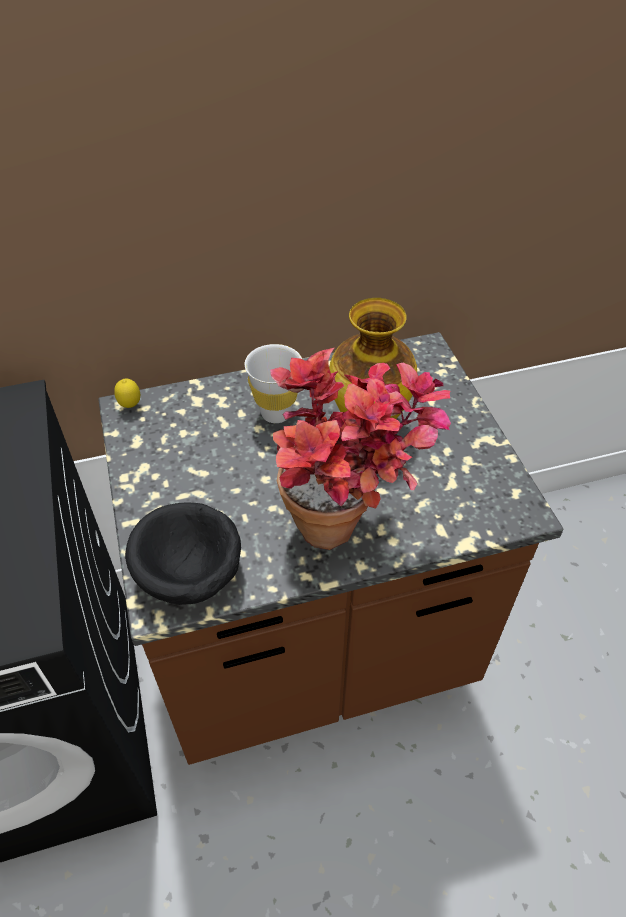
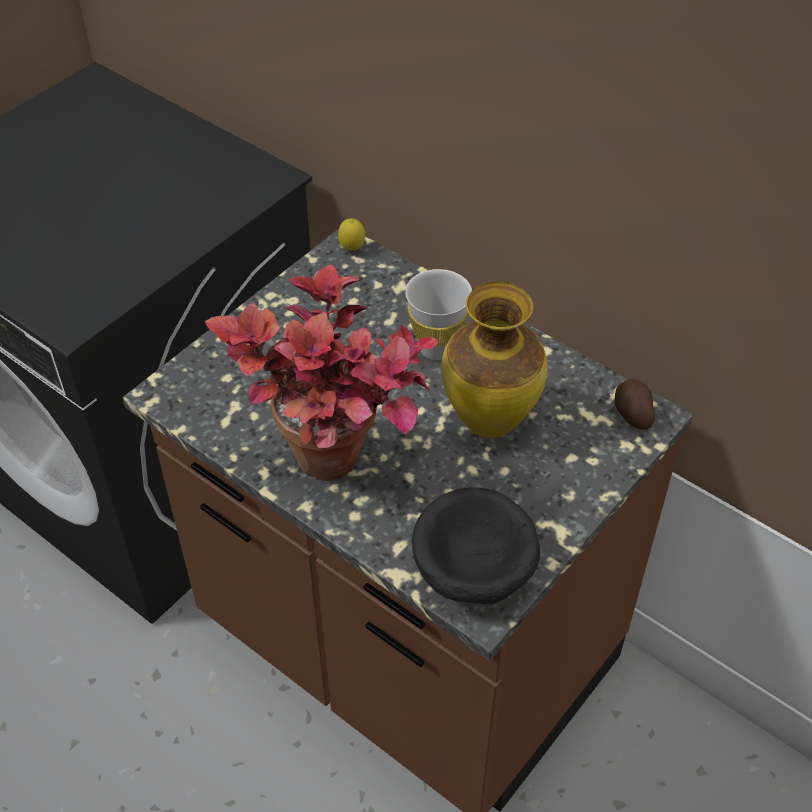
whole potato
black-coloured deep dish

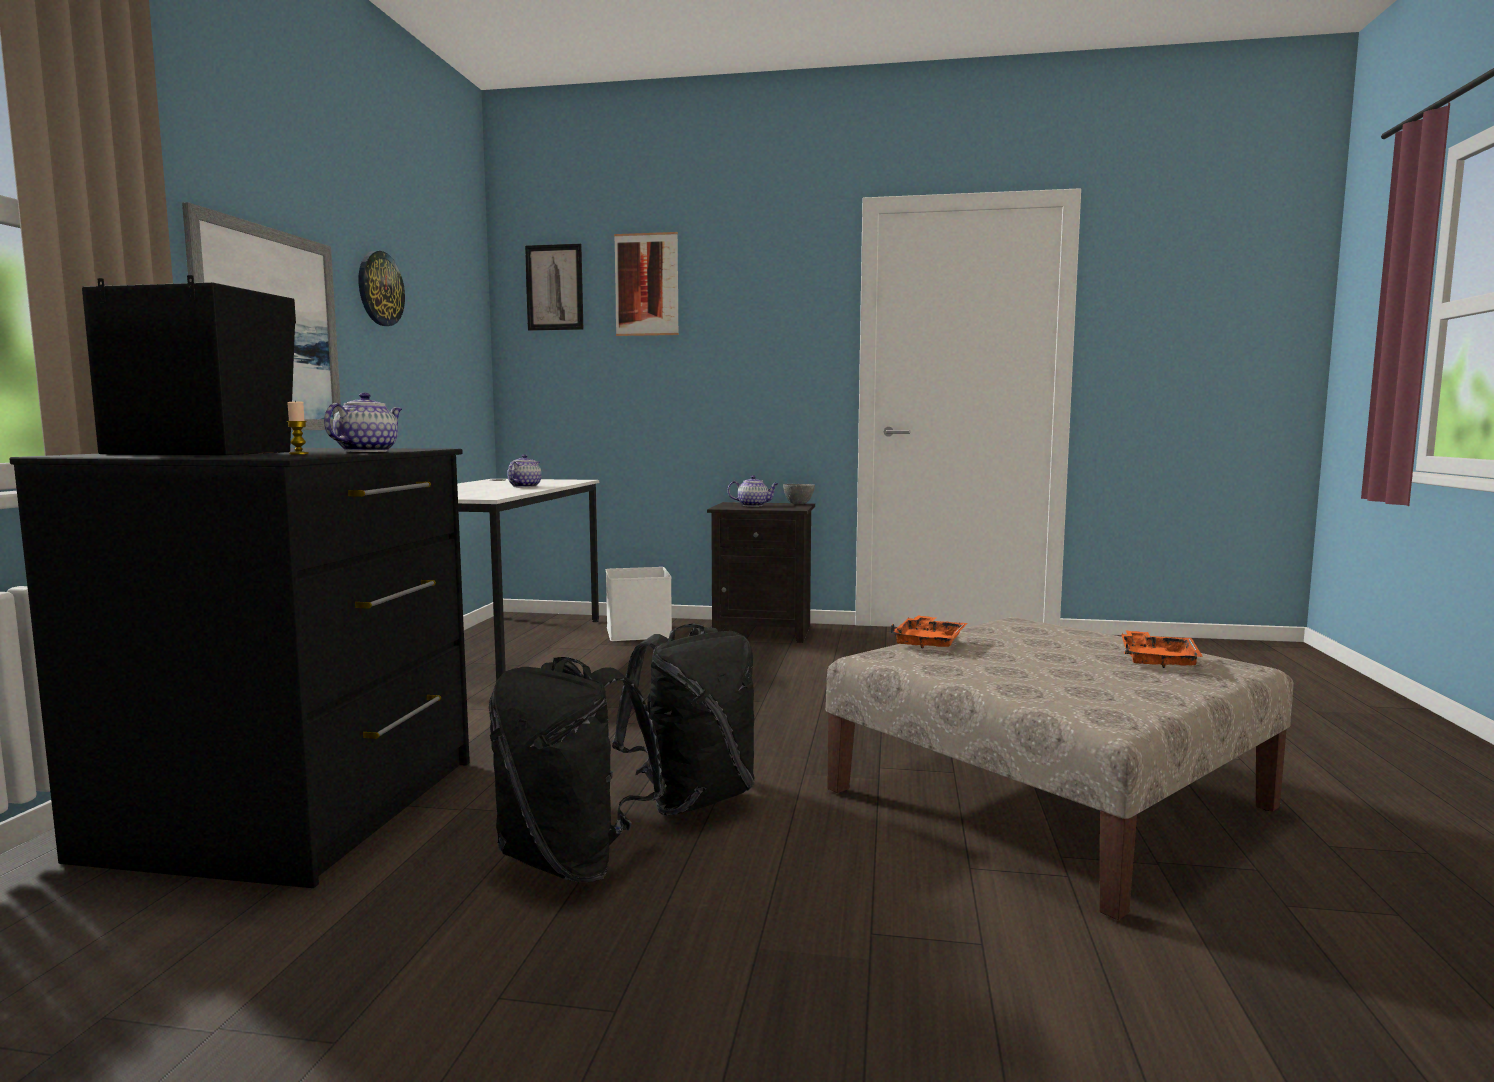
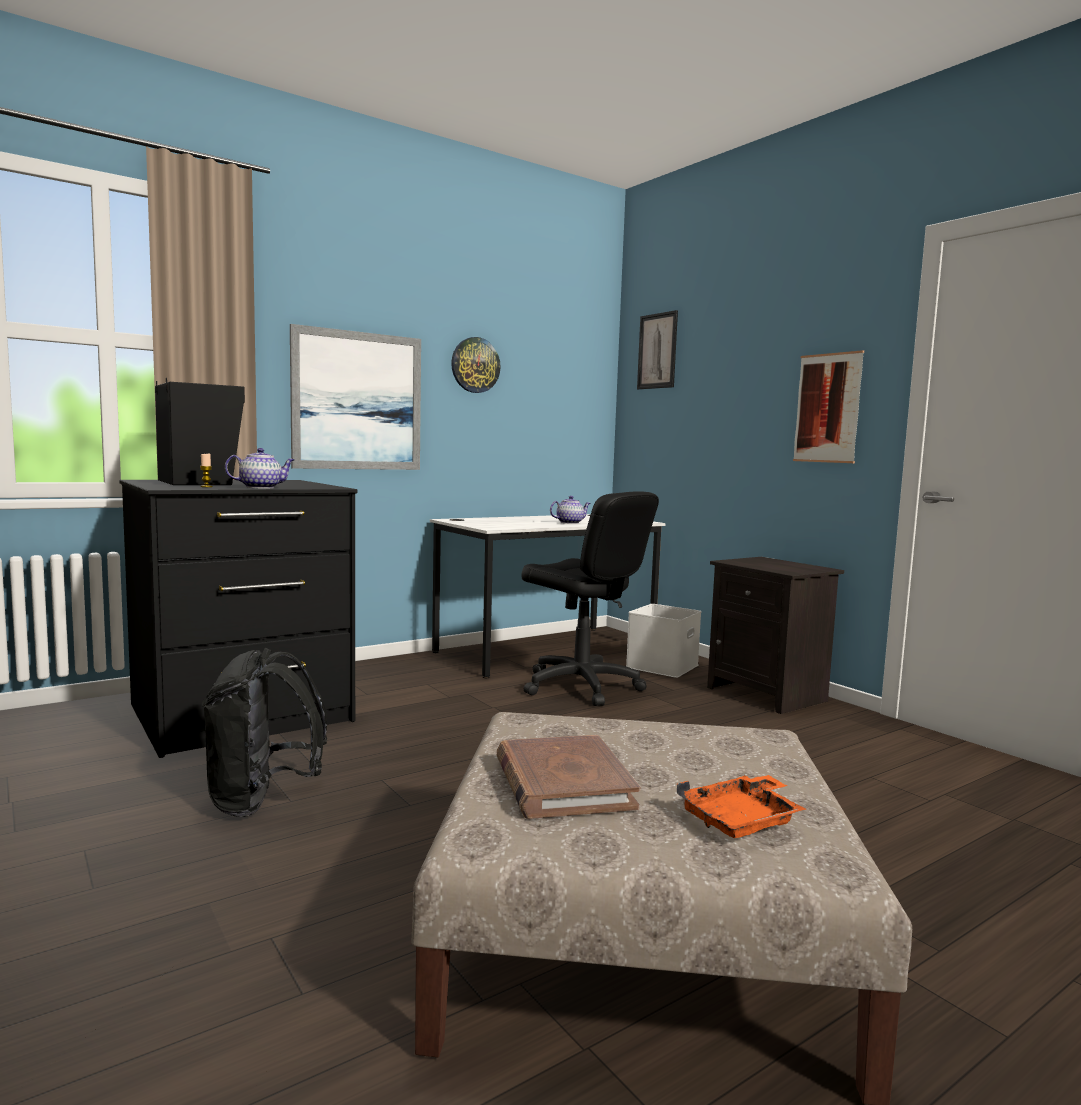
black-coloured rucksack (no. 2 from left in the first image)
teapot (no. 3 from left in the first image)
grey deep dish
orange serving tray (no. 1 from left in the first image)
brown bound book
black-coloured office chair
picture (no. 3 from left)

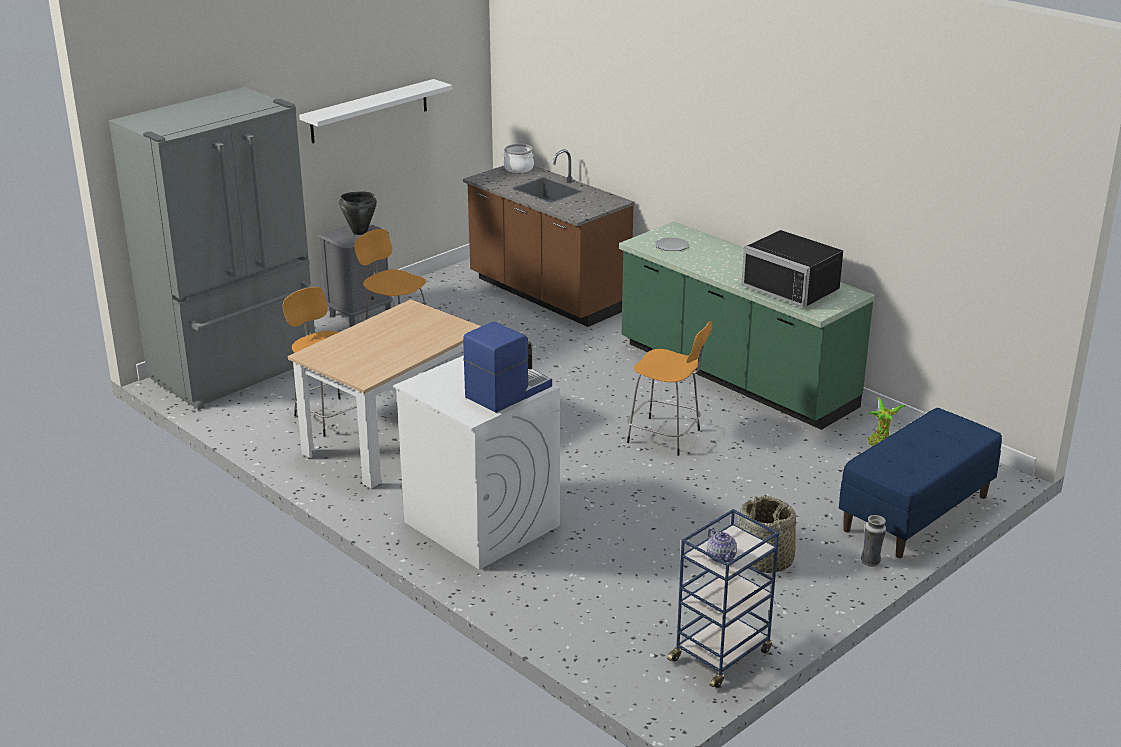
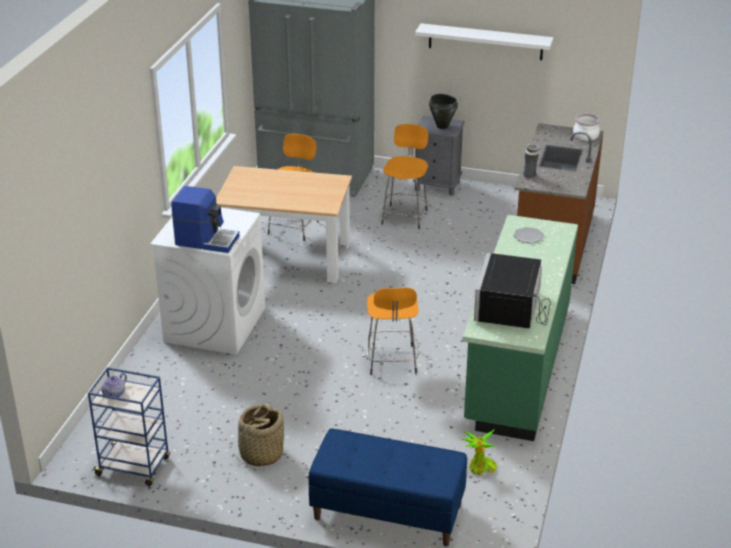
vase

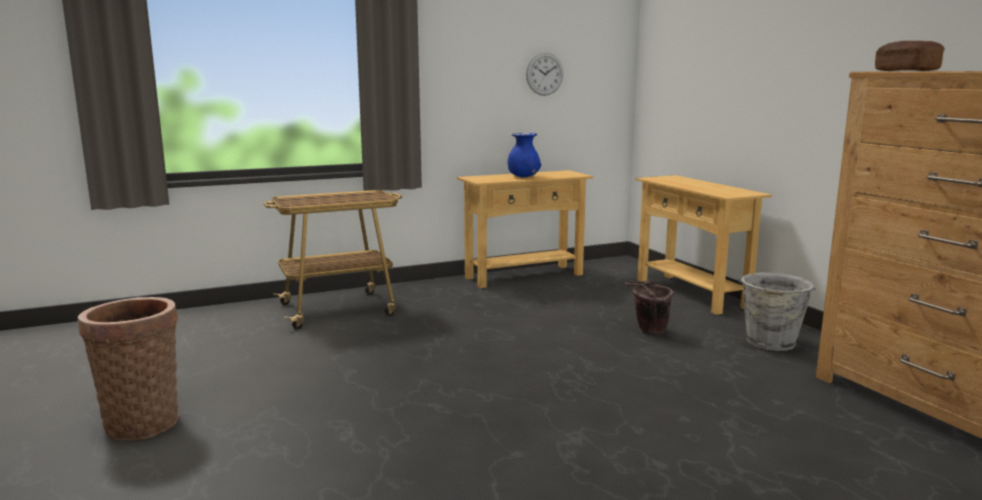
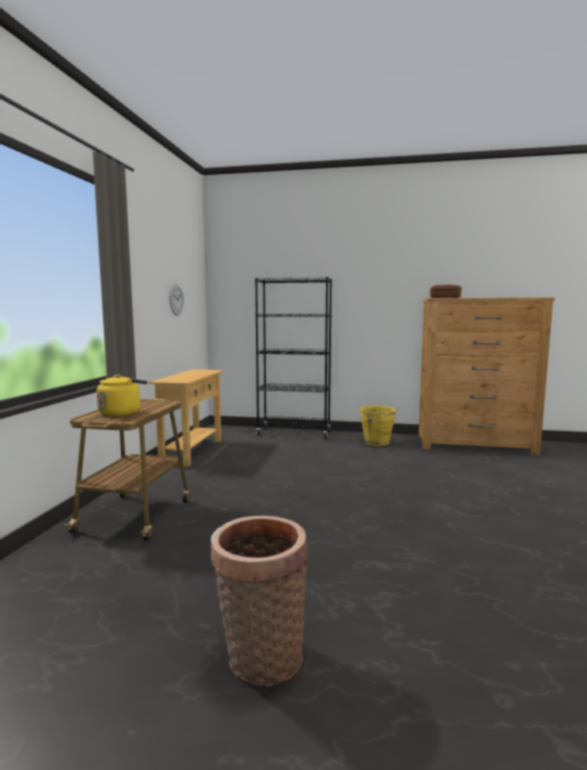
blue vase
brown pail
yellow-coloured kettle
black-coloured shelving unit
yellow-coloured pail

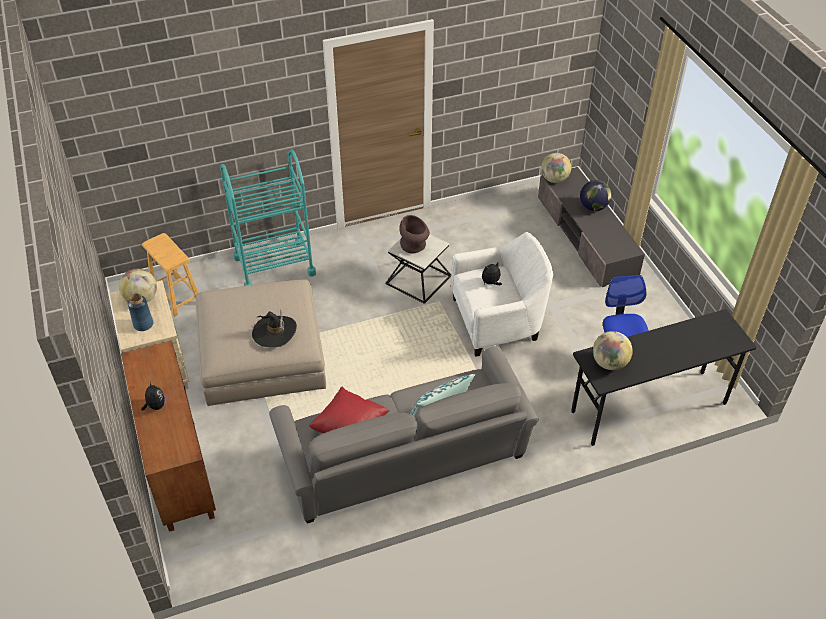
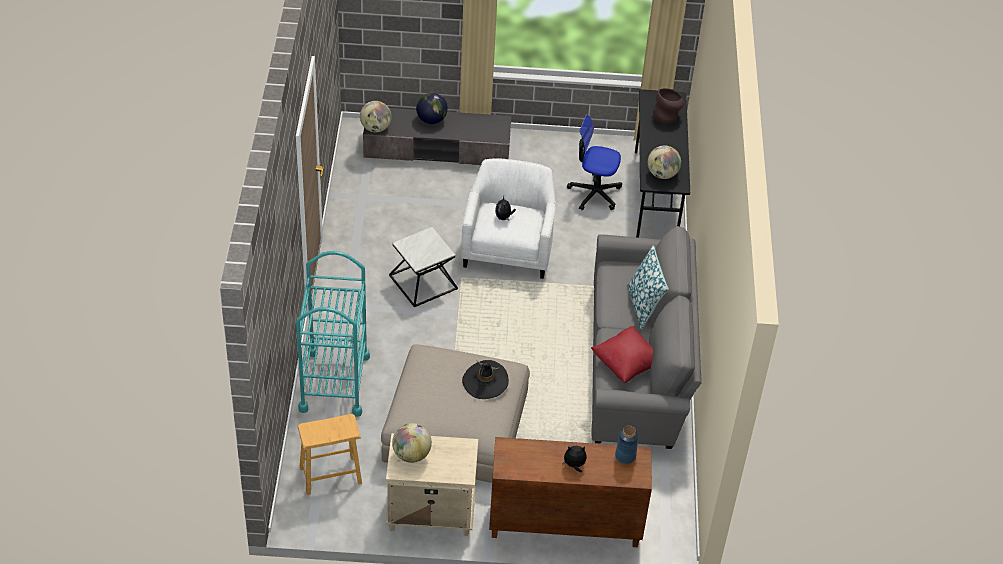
blue vase
brown vase

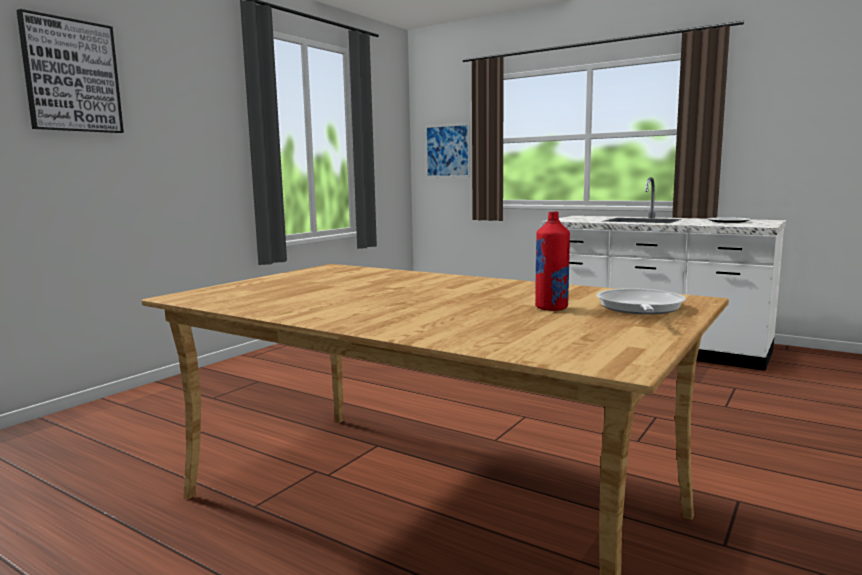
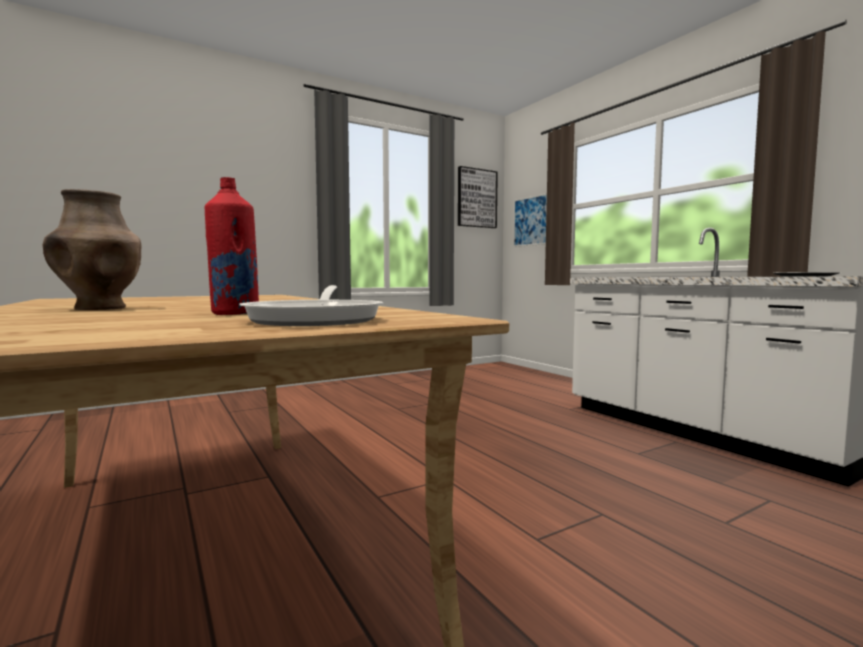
brown vase
picture (no. 1 from left)
pan

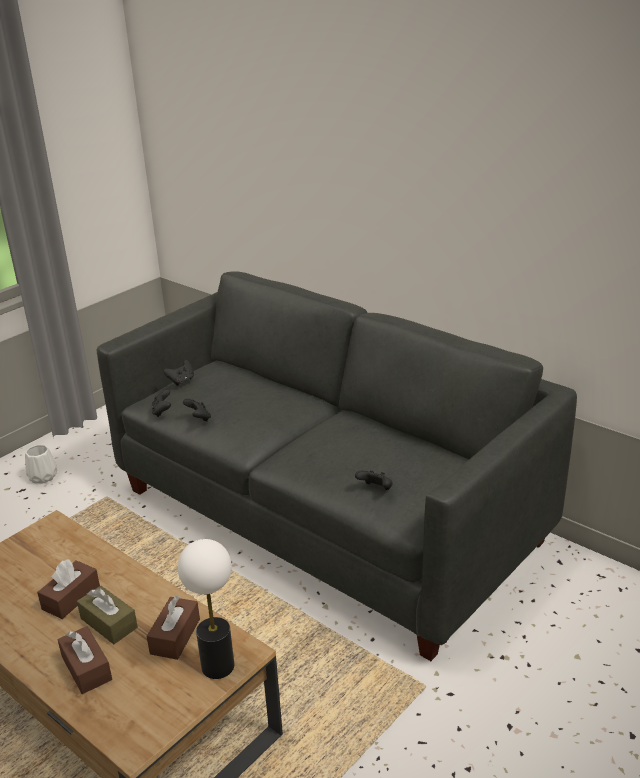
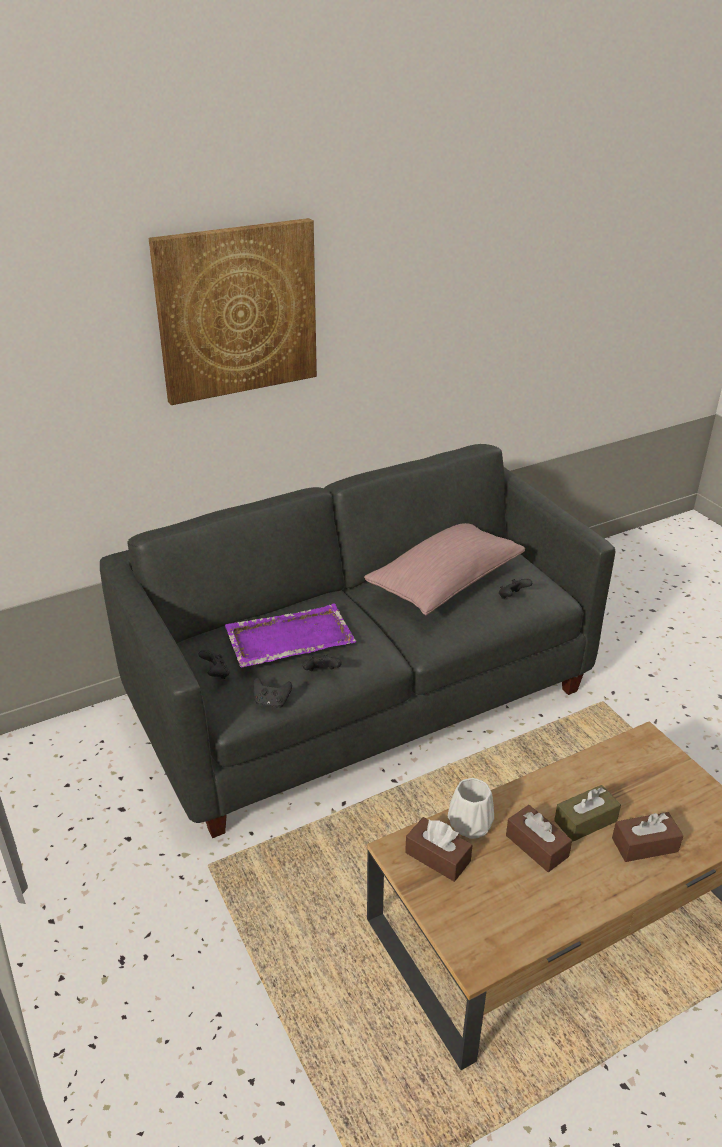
tabletop lamp
picture
purple-coloured serving tray
pink-coloured throw pillow
white vase
brown box of tissues (no. 1 from left)

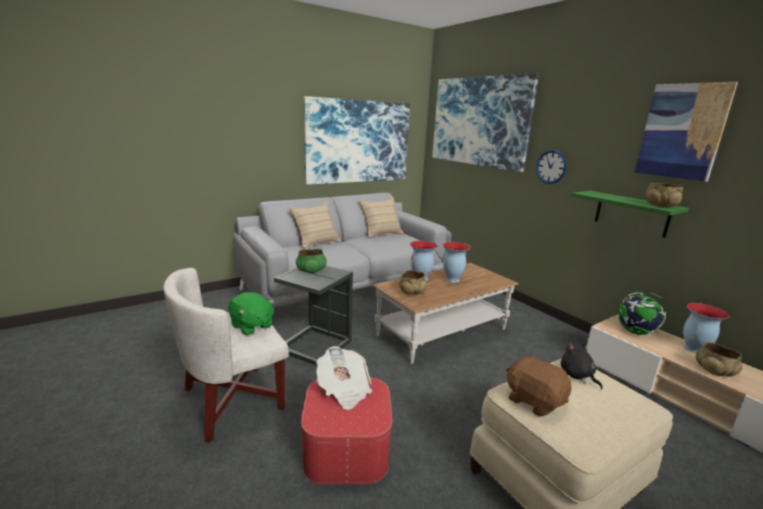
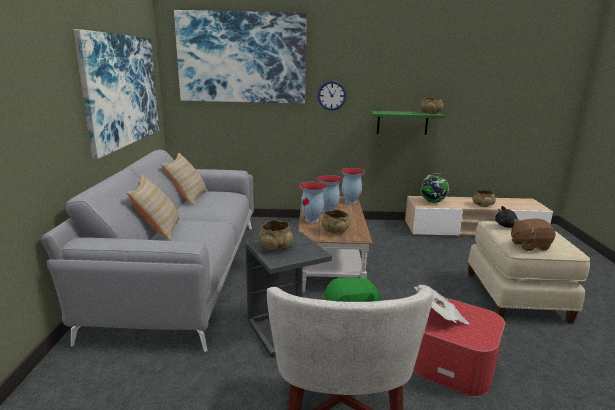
picture (no. 3 from left in the first image)
vase (no. 3 from left)
sand-coloured deep dish (no. 1 from left)

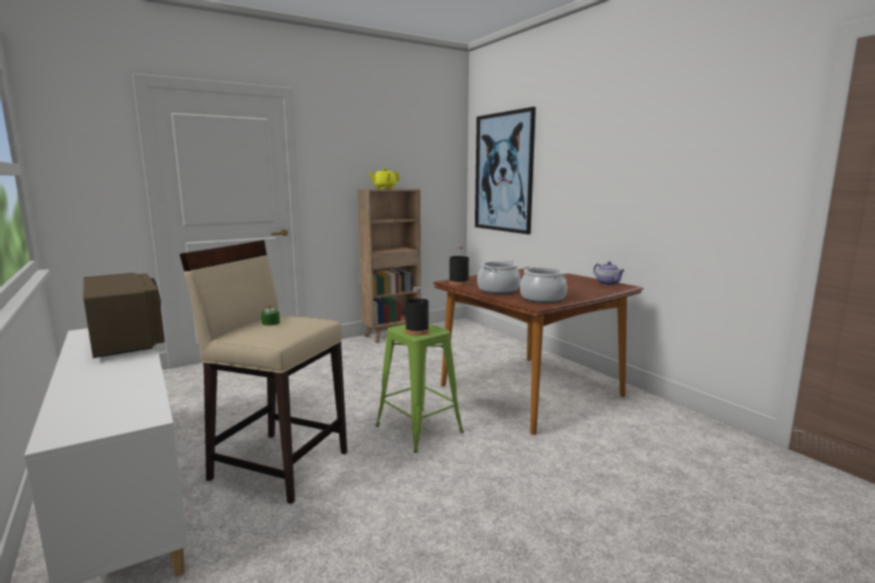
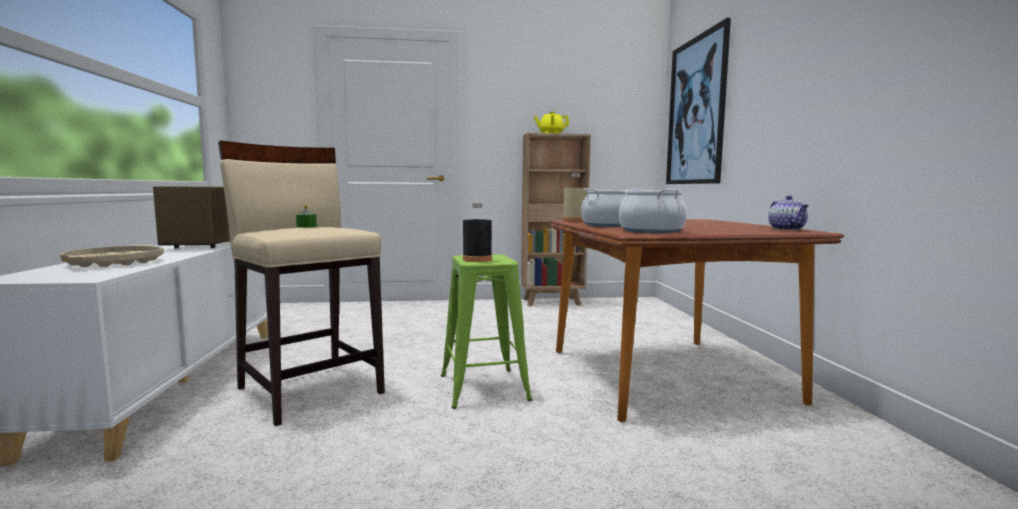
sand-coloured serving tray
sand-coloured beverage bottle

